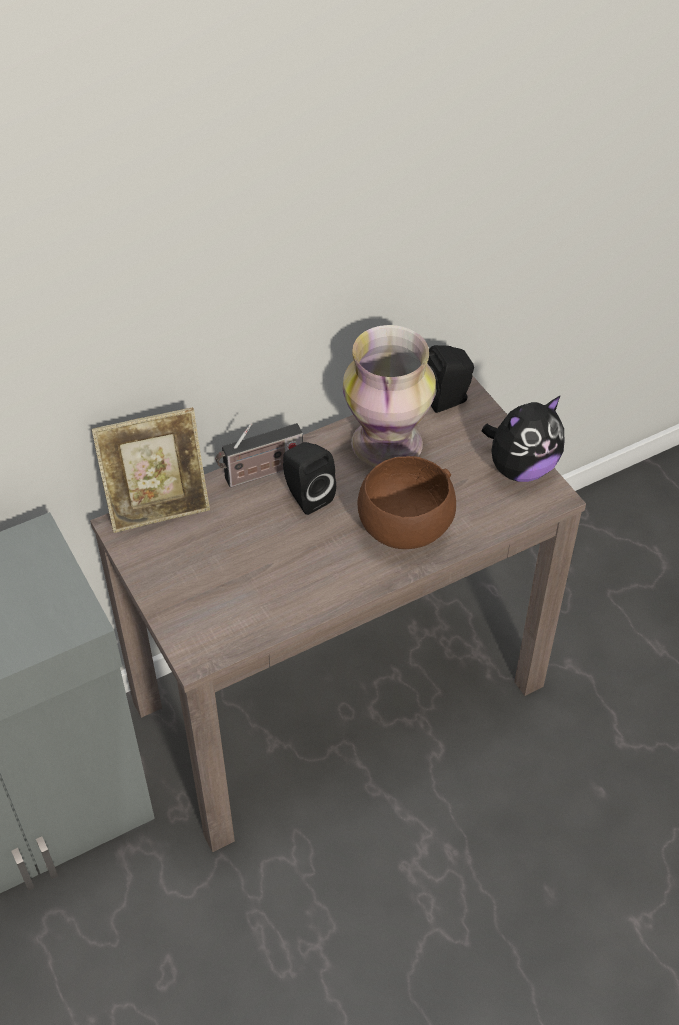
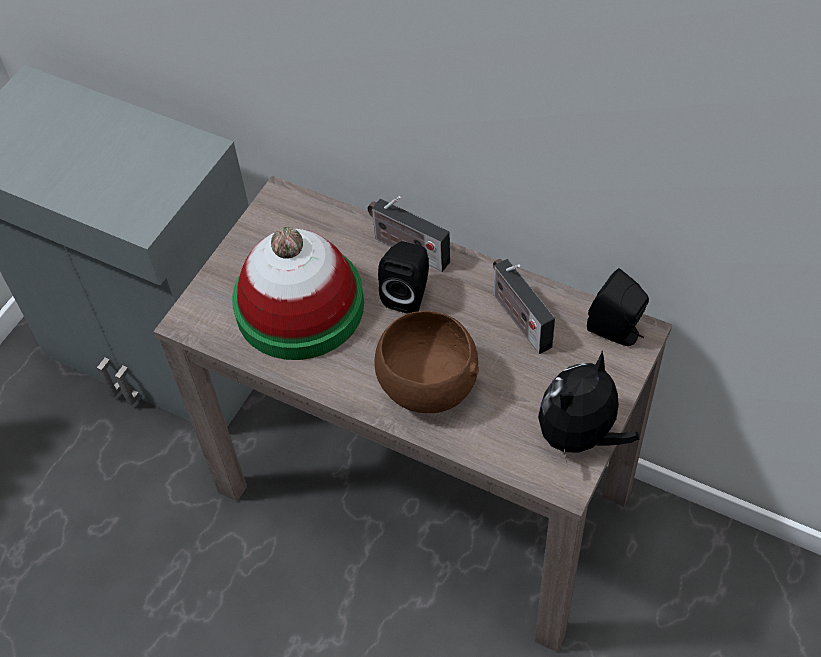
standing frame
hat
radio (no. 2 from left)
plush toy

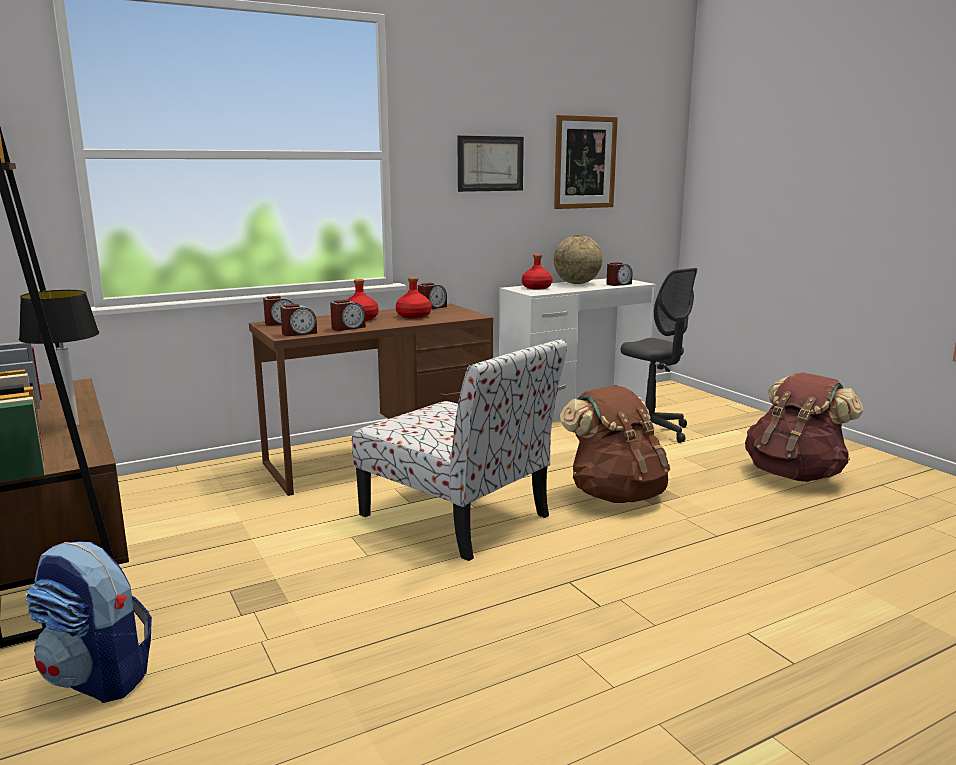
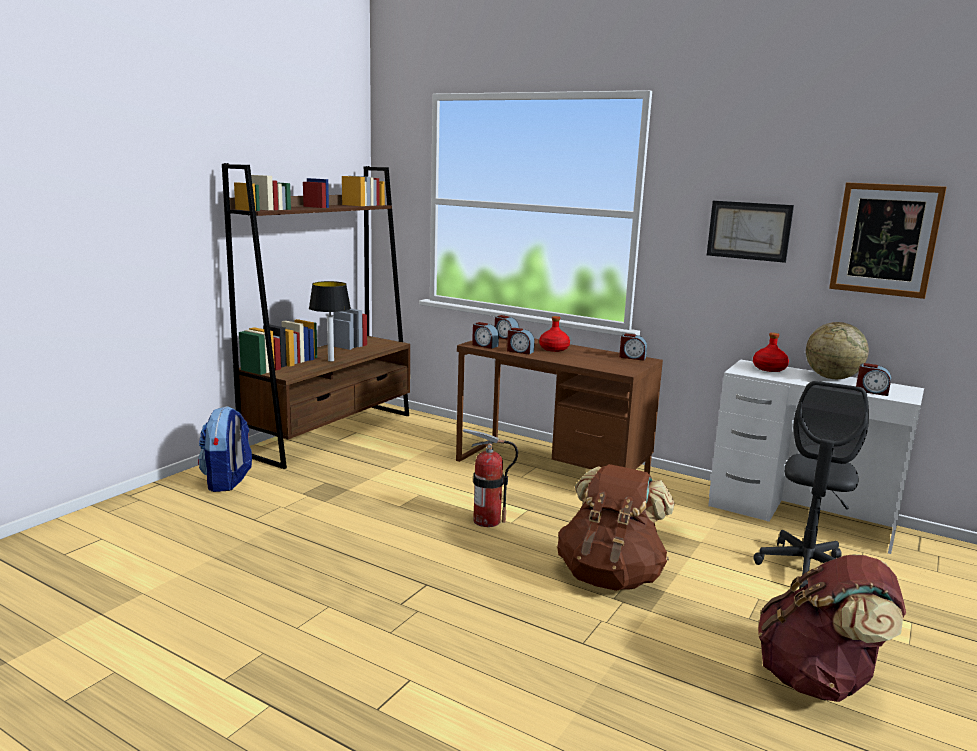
red beverage bottle (no. 2 from left in the first image)
fire extinguisher

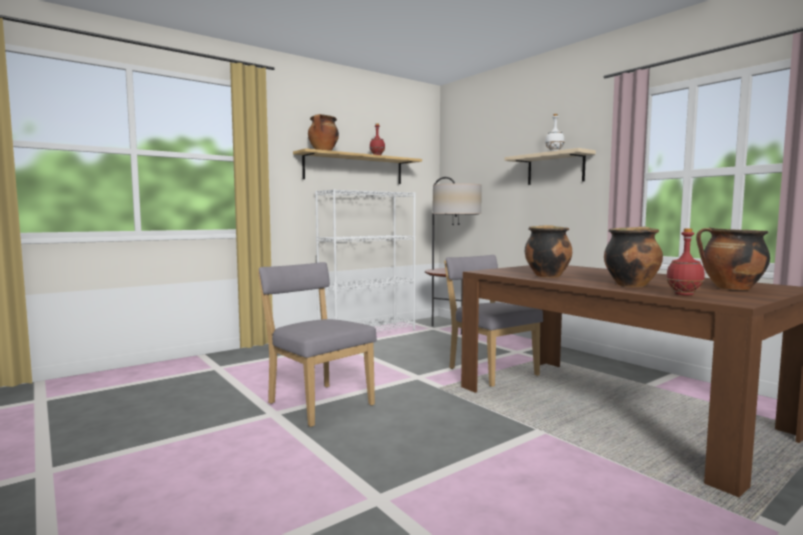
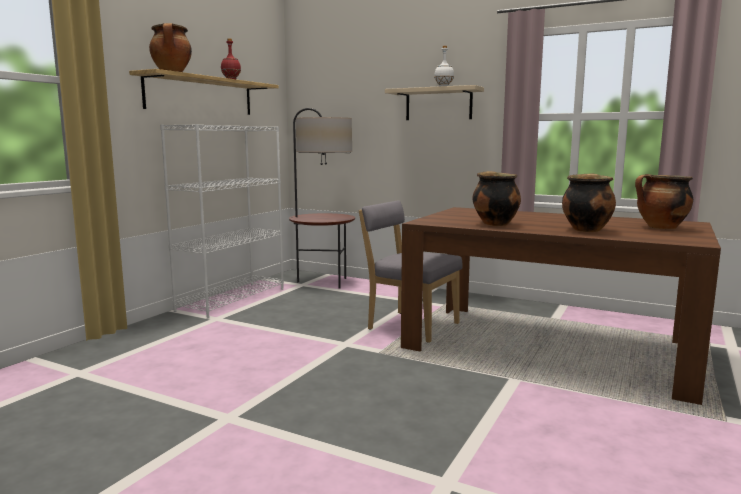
grey chair (no. 1 from left in the first image)
red beverage bottle (no. 2 from left in the first image)

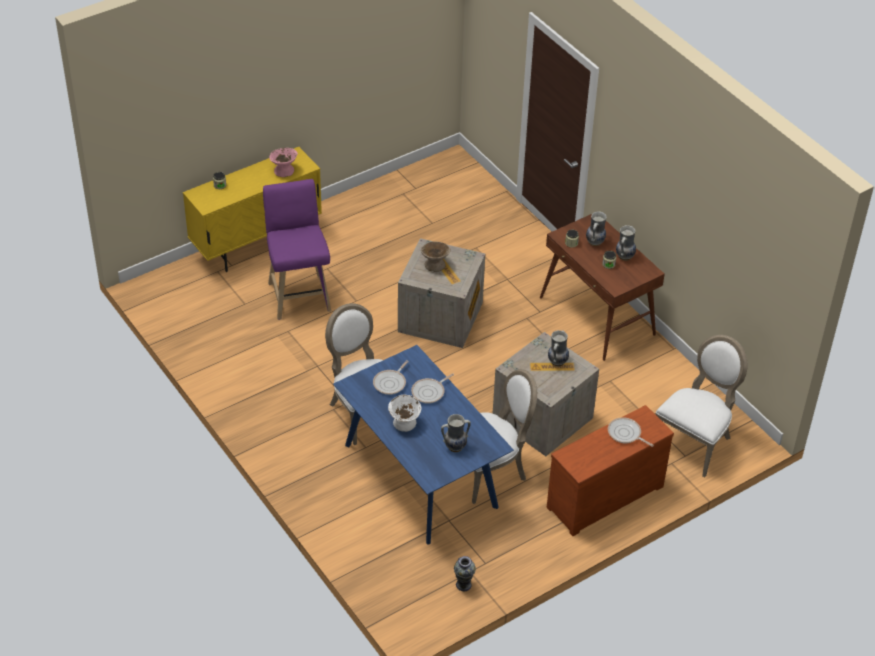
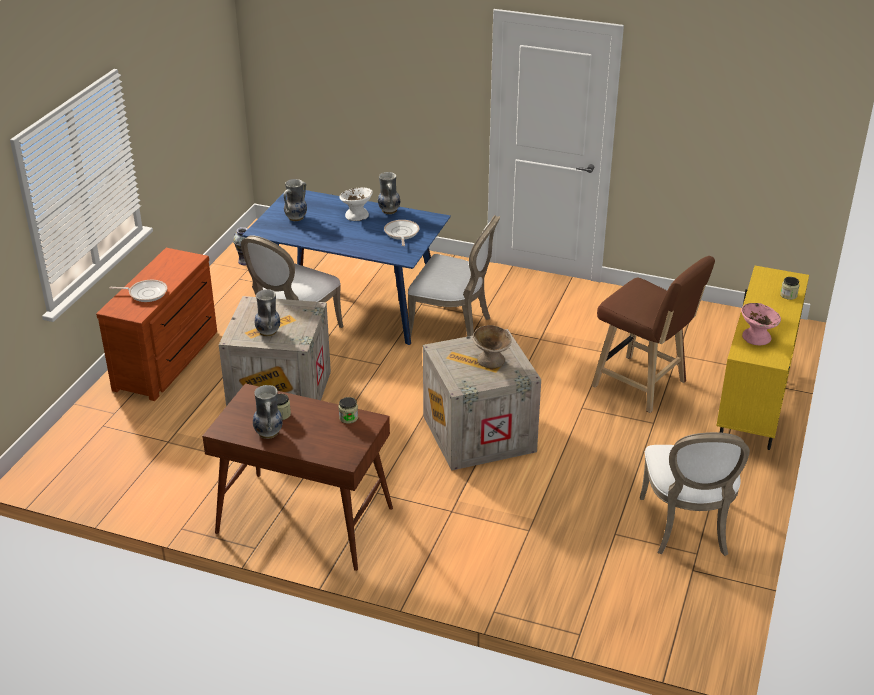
pan (no. 2 from left in the first image)
vase (no. 5 from left)
white chair (no. 3 from left)
brown sitting stool

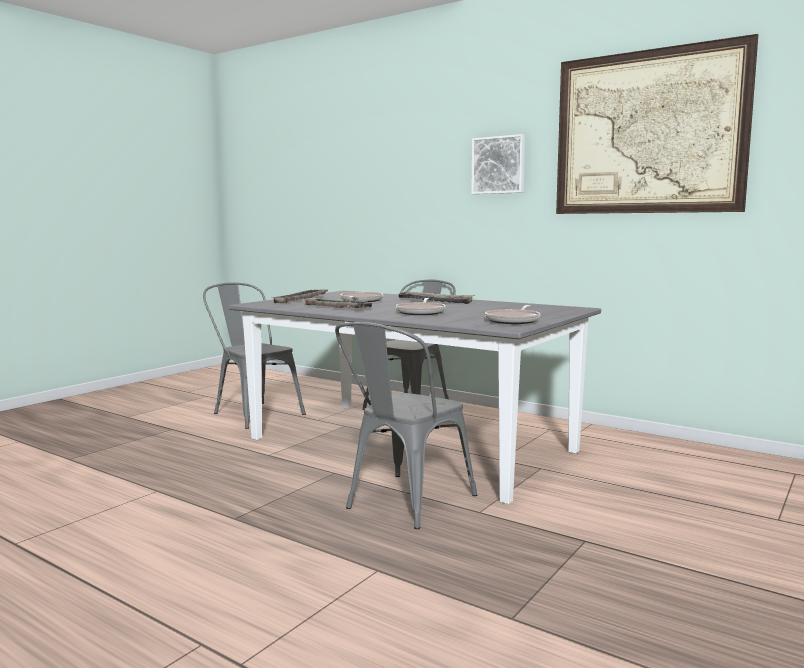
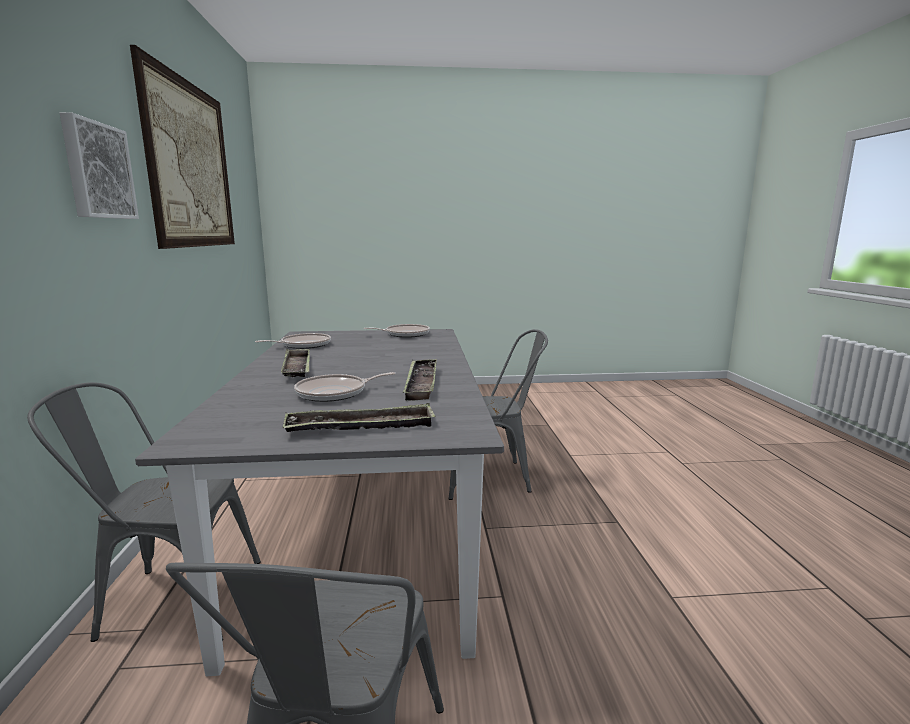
pan (no. 1 from left)

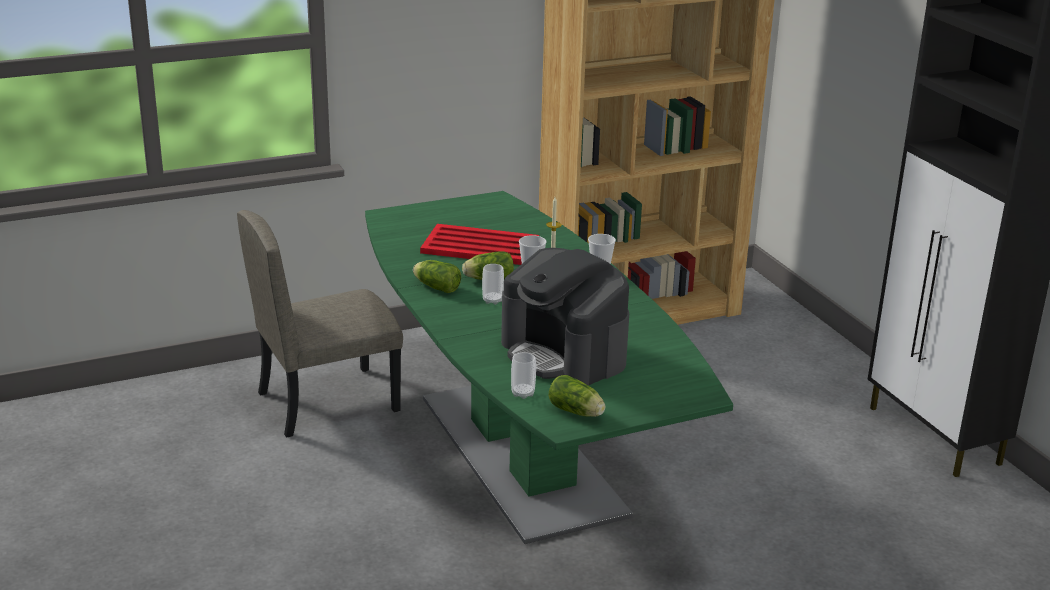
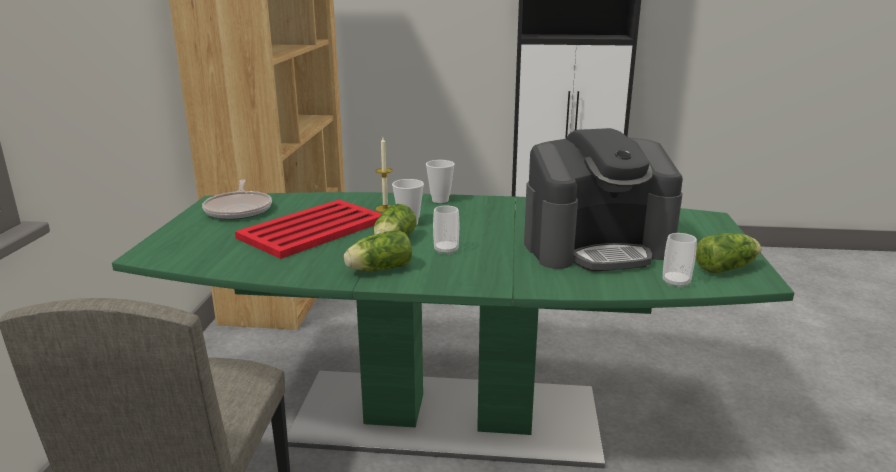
pan

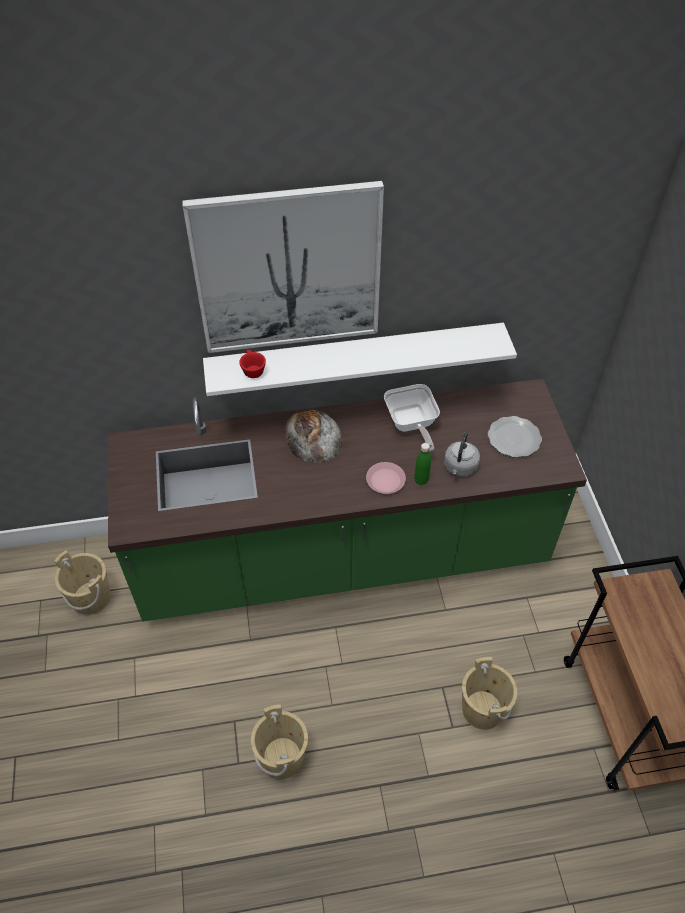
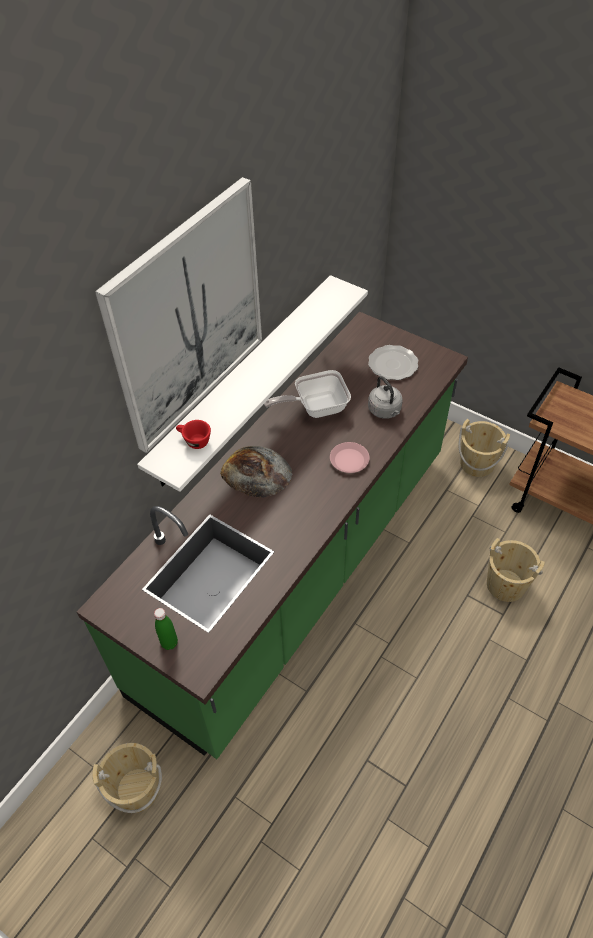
sand-coloured pail (no. 2 from left)
greenish beverage bottle
pan

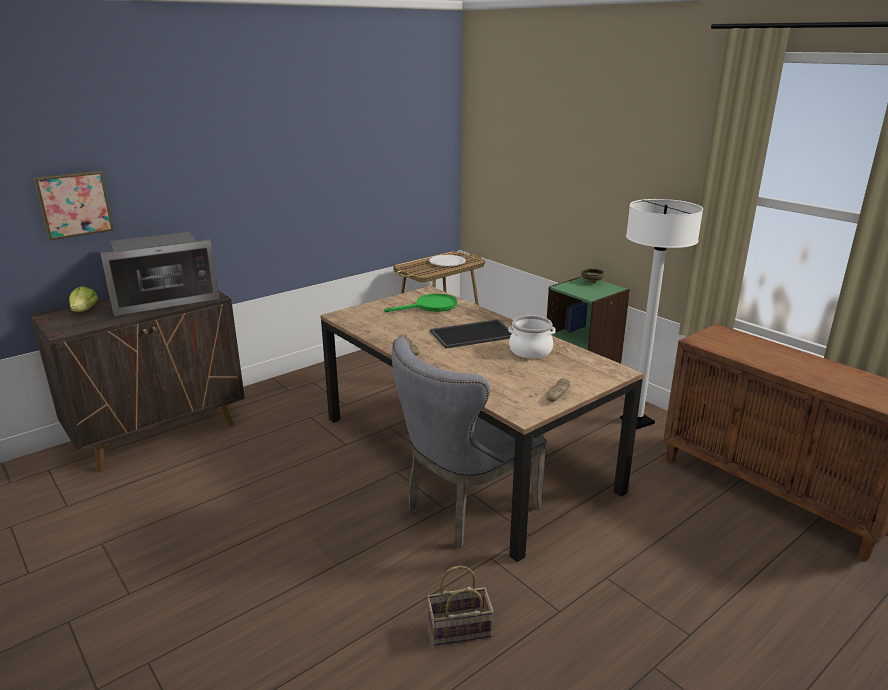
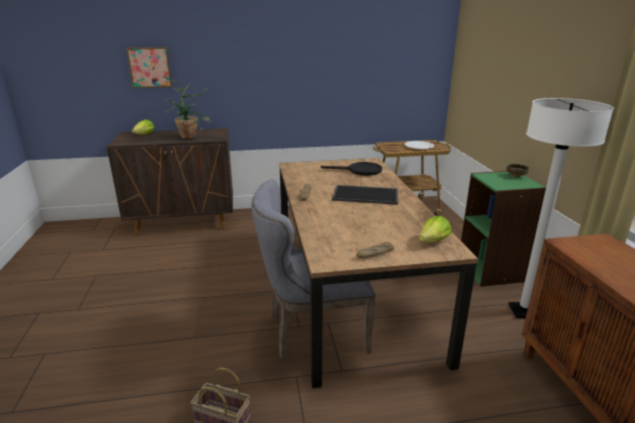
stockpot
lettuce head (no. 2 from left)
plant in a pot
black-coloured pan

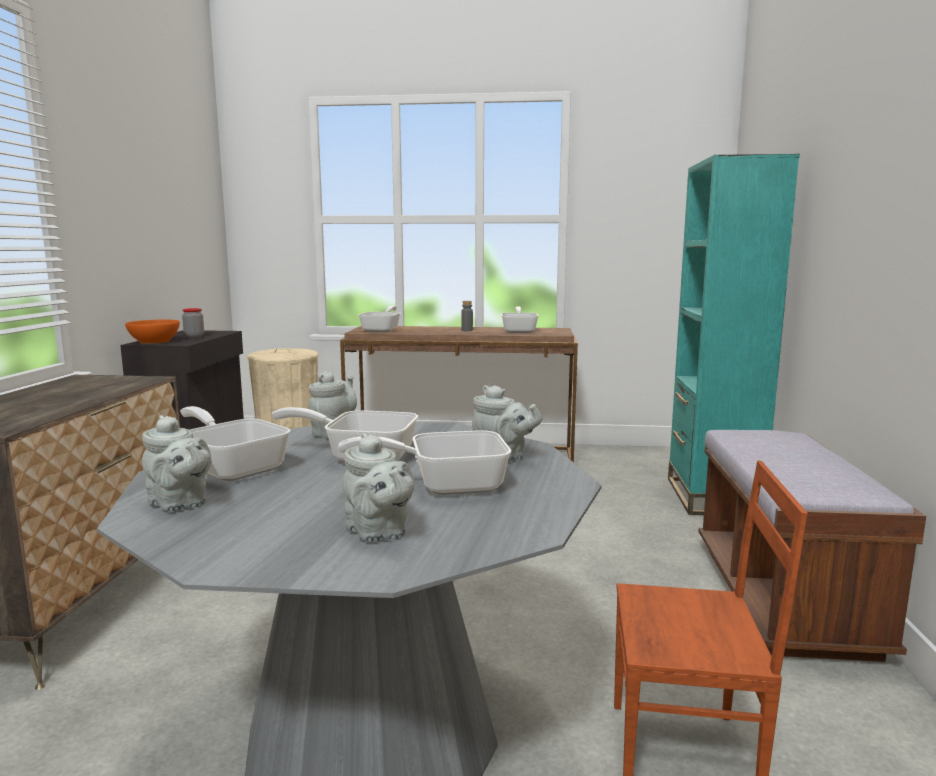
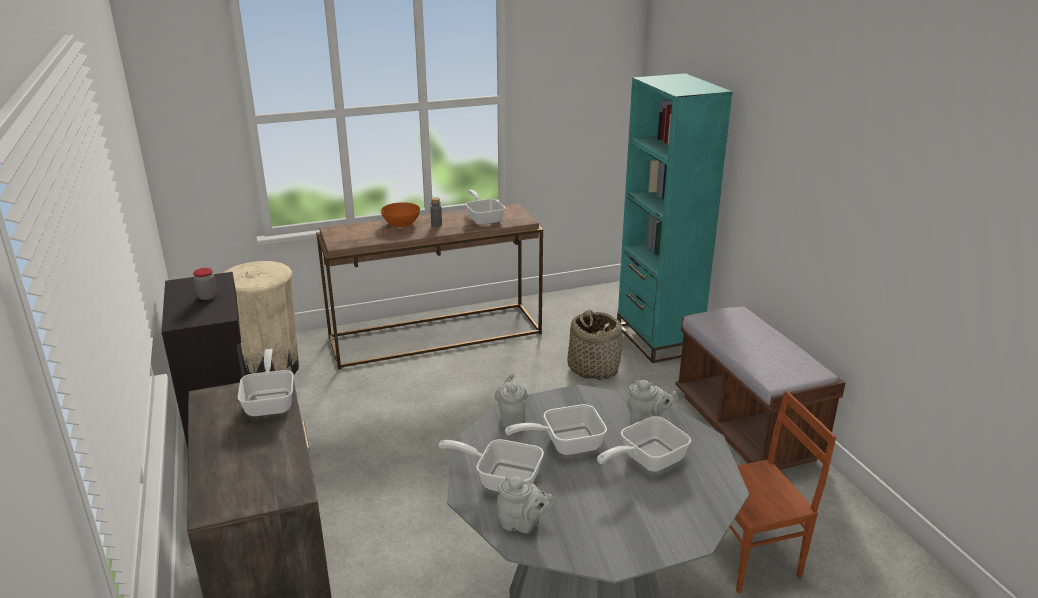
grey teapot (no. 3 from left in the first image)
storage basket
orange deep dish
pan (no. 1 from left)

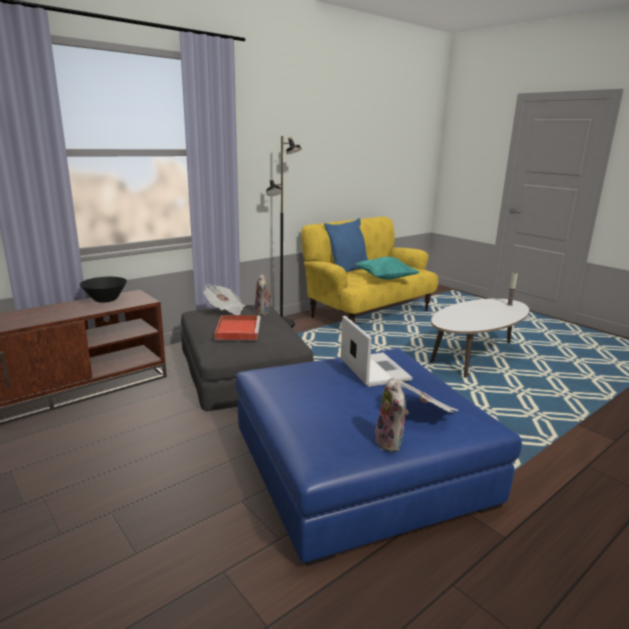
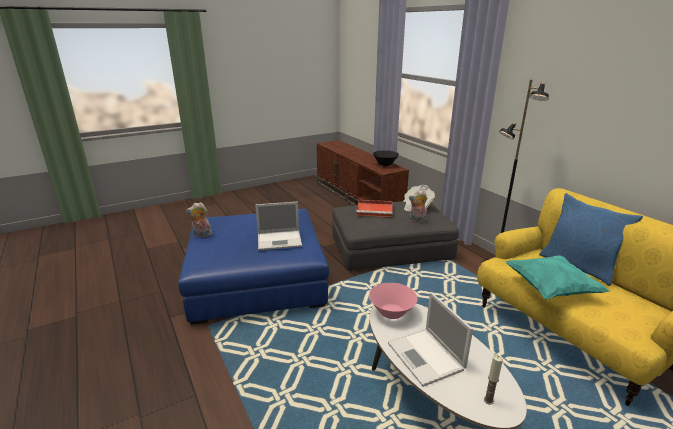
daily paper (no. 2 from left in the first image)
pink-coloured deep dish
laptop (no. 2 from left)

